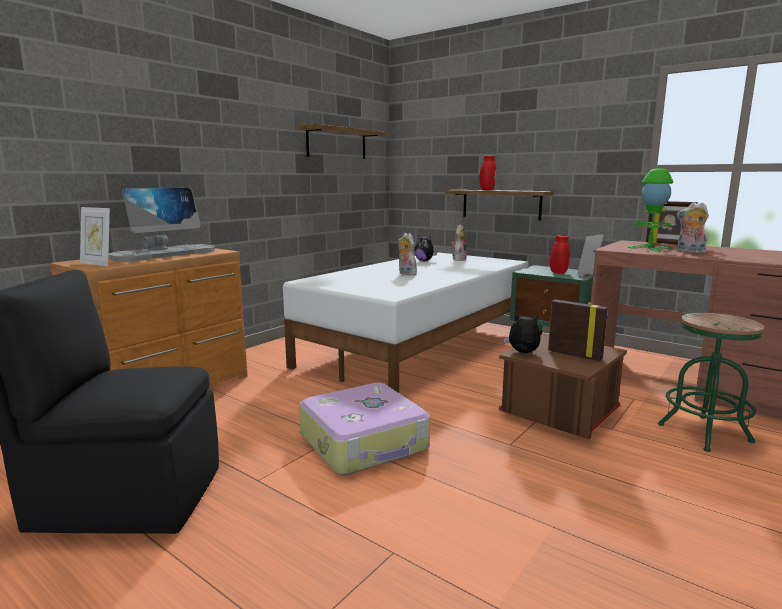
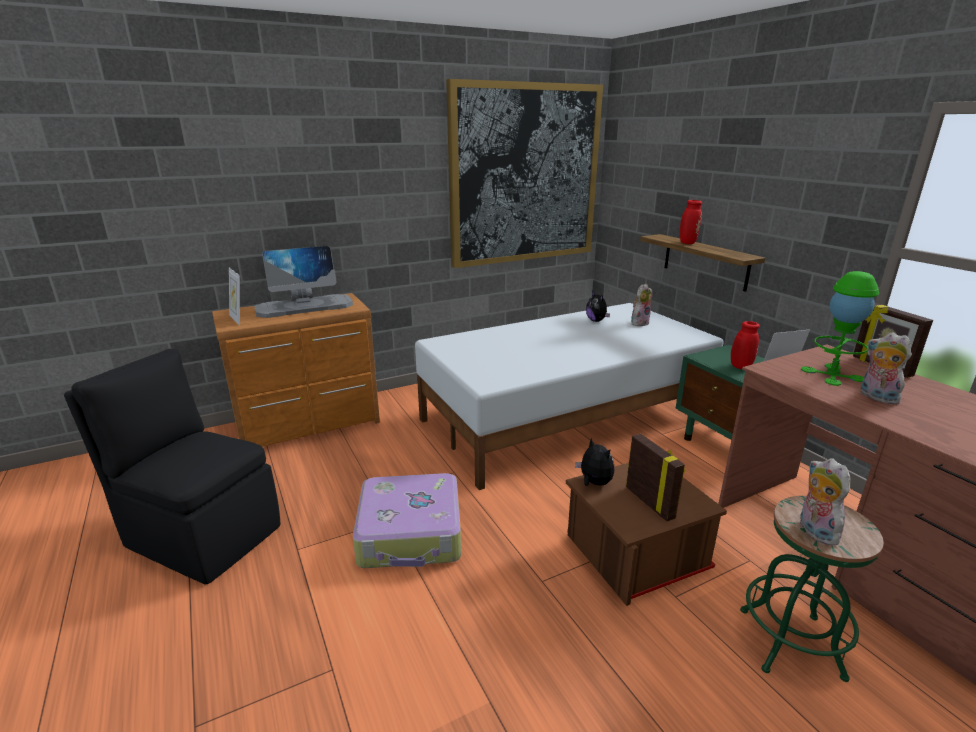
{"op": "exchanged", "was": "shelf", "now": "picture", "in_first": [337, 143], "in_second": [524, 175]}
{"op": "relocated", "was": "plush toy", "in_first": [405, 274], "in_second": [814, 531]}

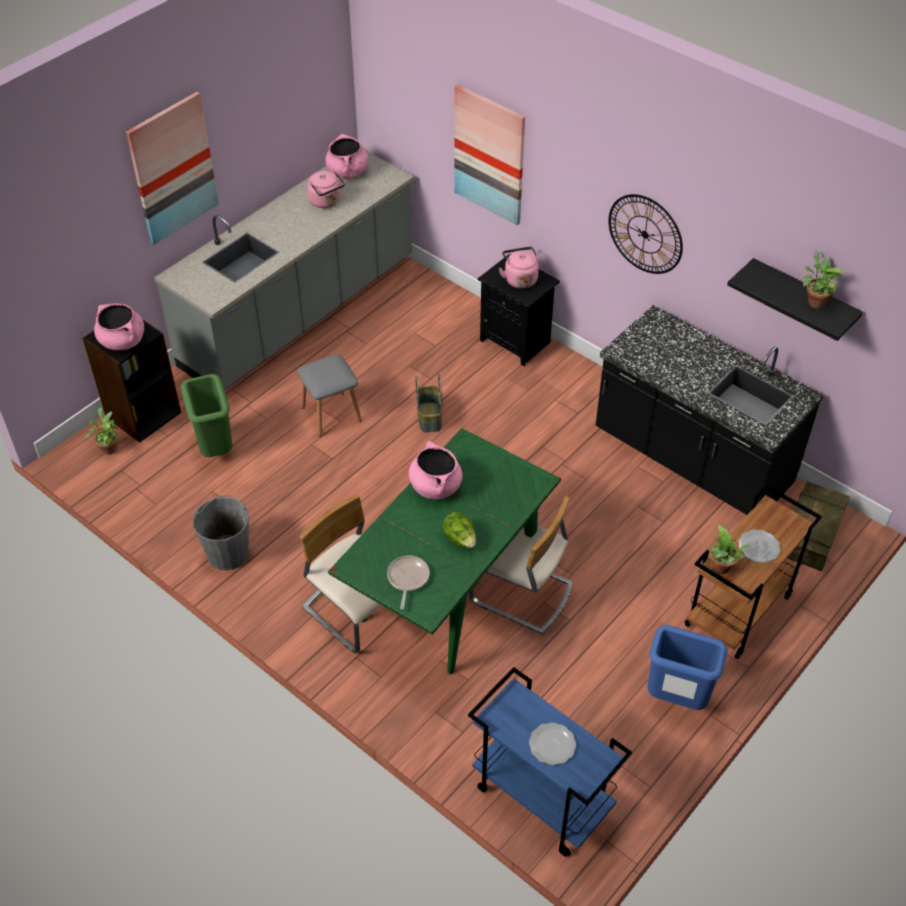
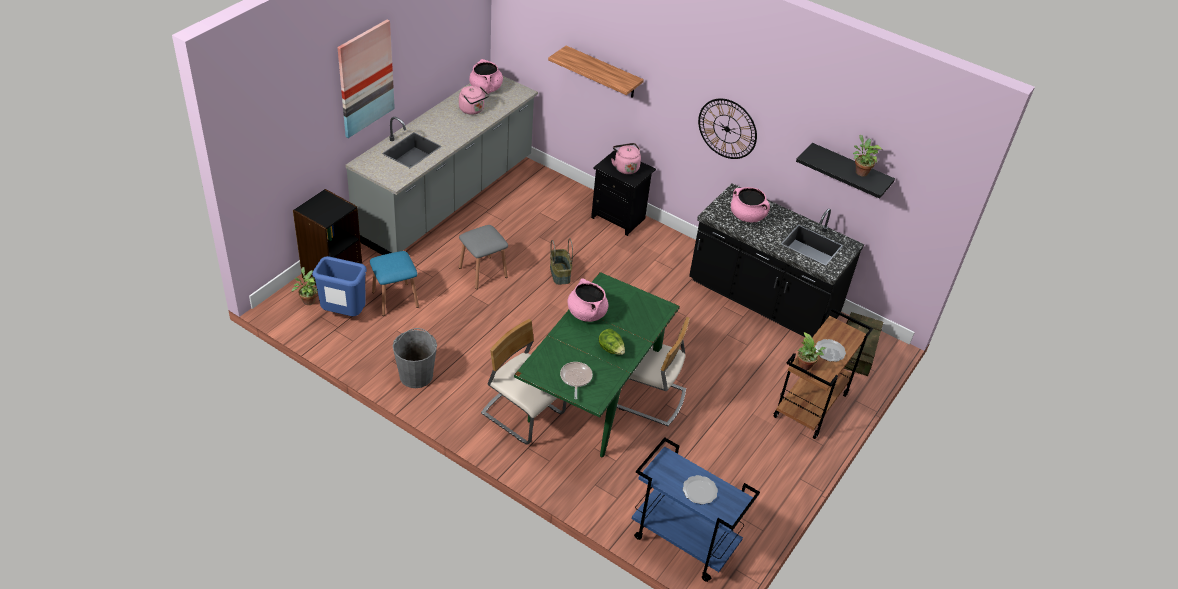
{"op": "relocated", "was": "blue trash can", "in_first": [676, 699], "in_second": [343, 315]}
{"op": "exchanged", "was": "green trash can", "now": "blue stool", "in_first": [216, 448], "in_second": [395, 299]}
{"op": "exchanged", "was": "picture", "now": "shelf", "in_first": [489, 155], "in_second": [603, 72]}
{"op": "relocated", "was": "pink cooking pot", "in_first": [123, 341], "in_second": [747, 216]}

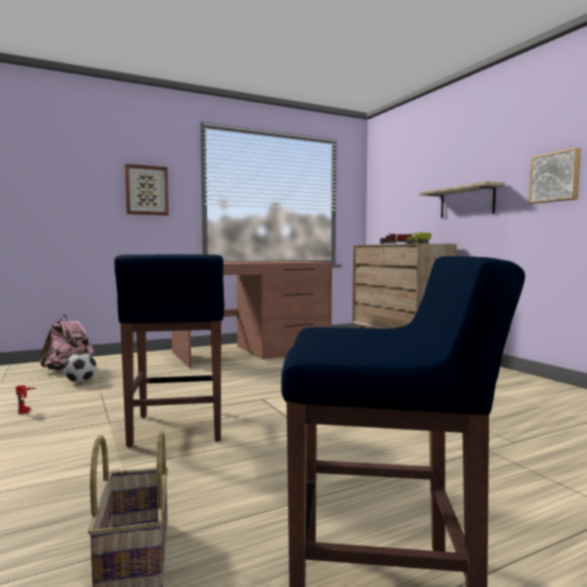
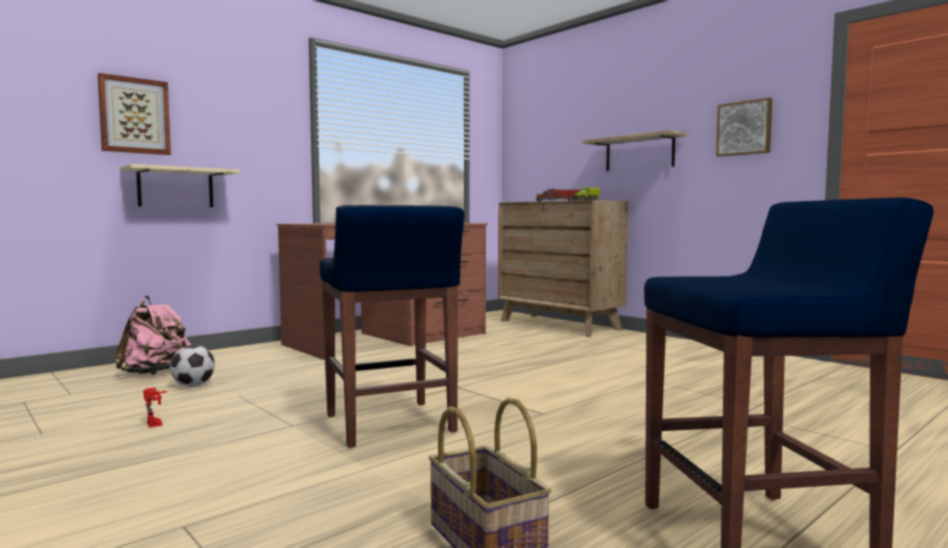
{"op": "relocated", "was": "picture", "in_first": [146, 190], "in_second": [134, 116]}
{"op": "appeared", "now": "beige shelf", "in_second": [176, 188]}

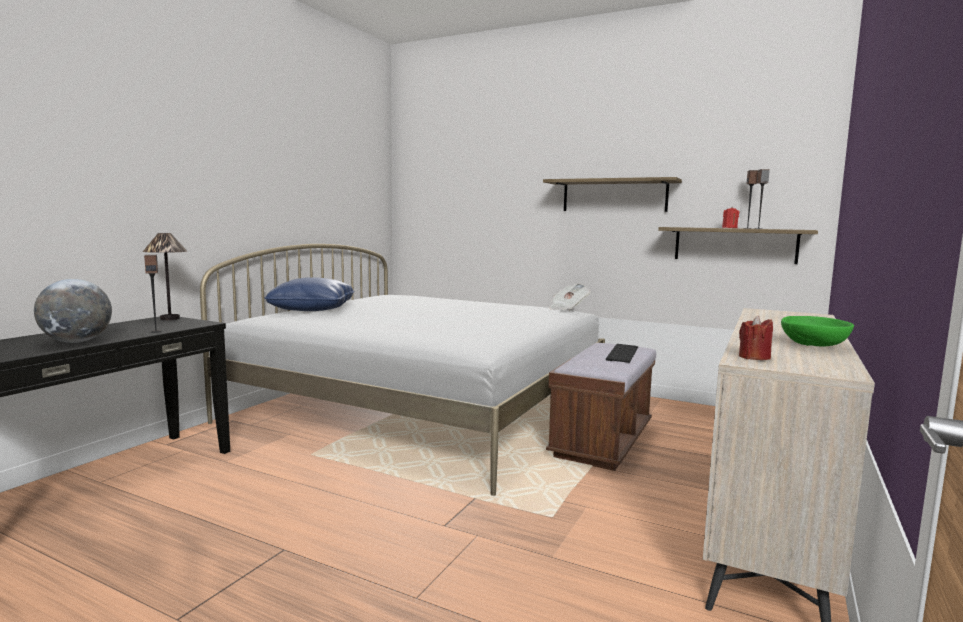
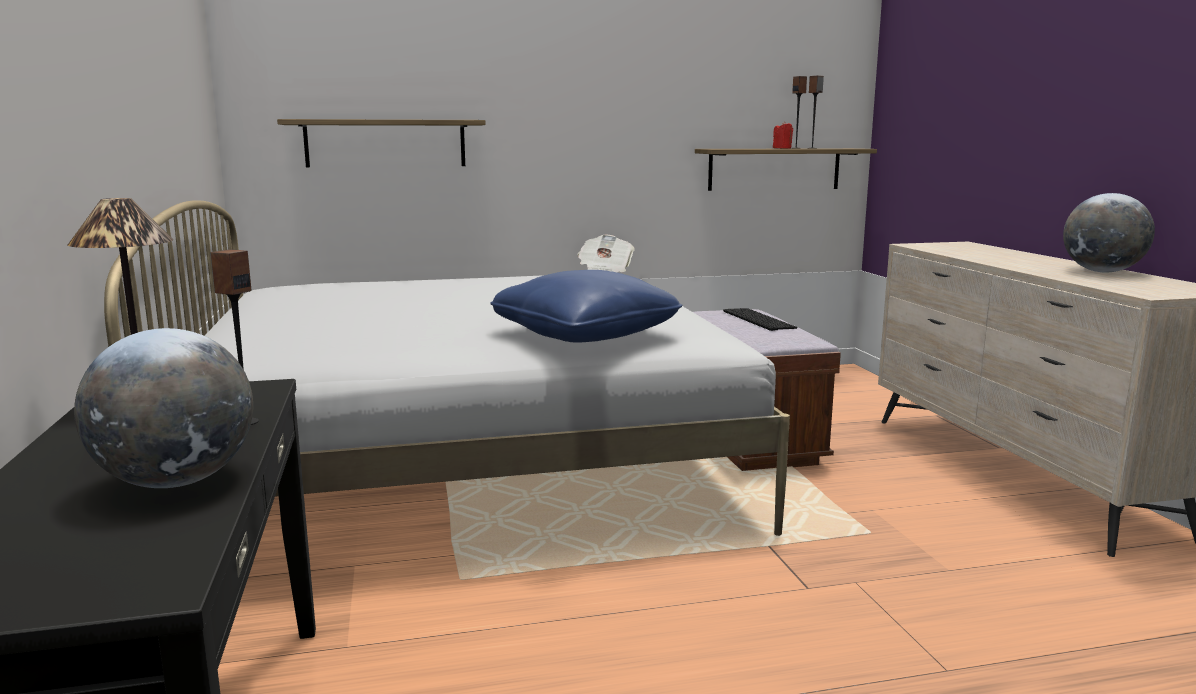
{"op": "relocated", "was": "shelf", "in_first": [614, 196], "in_second": [385, 143]}
{"op": "relocated", "was": "blue pillow", "in_first": [312, 309], "in_second": [585, 335]}
{"op": "exchanged", "was": "green bowl", "now": "globe", "in_first": [813, 345], "in_second": [1102, 271]}
{"op": "missing", "was": "red candle", "in_first": [754, 357]}

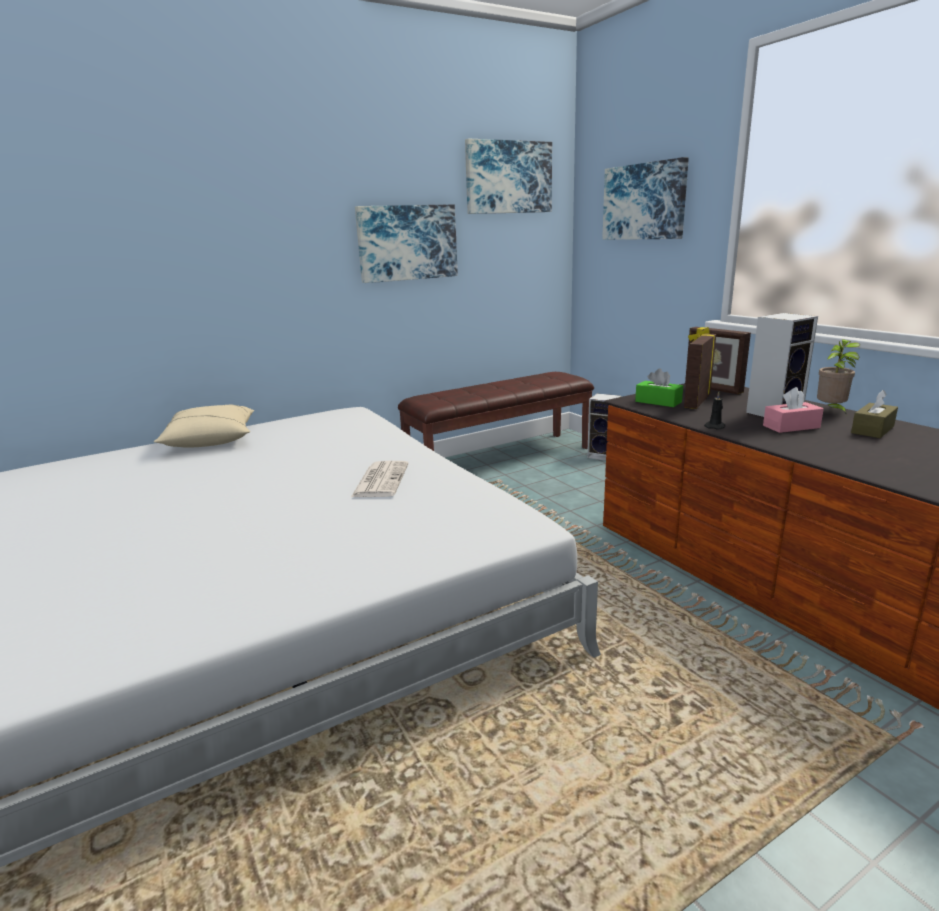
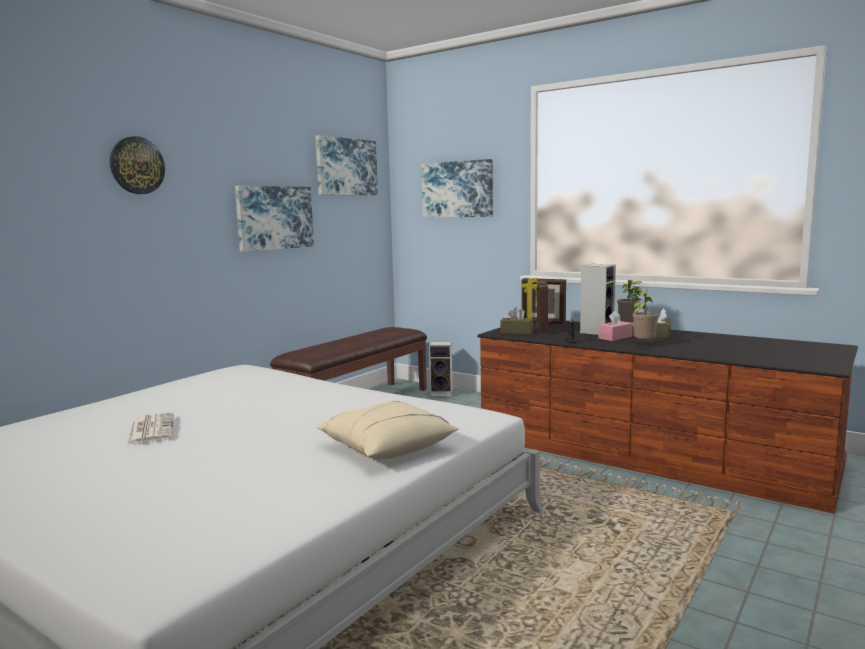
{"op": "appeared", "now": "wall clock", "in_second": [137, 165]}
{"op": "relocated", "was": "newspaper", "in_first": [380, 480], "in_second": [151, 430]}
{"op": "relocated", "was": "beige pillow", "in_first": [211, 440], "in_second": [386, 447]}
{"op": "colour", "was": "green tissue box", "now": "brown tissue box", "in_first": [658, 402], "in_second": [516, 332]}
{"op": "appeared", "now": "potted plant", "in_second": [643, 345]}

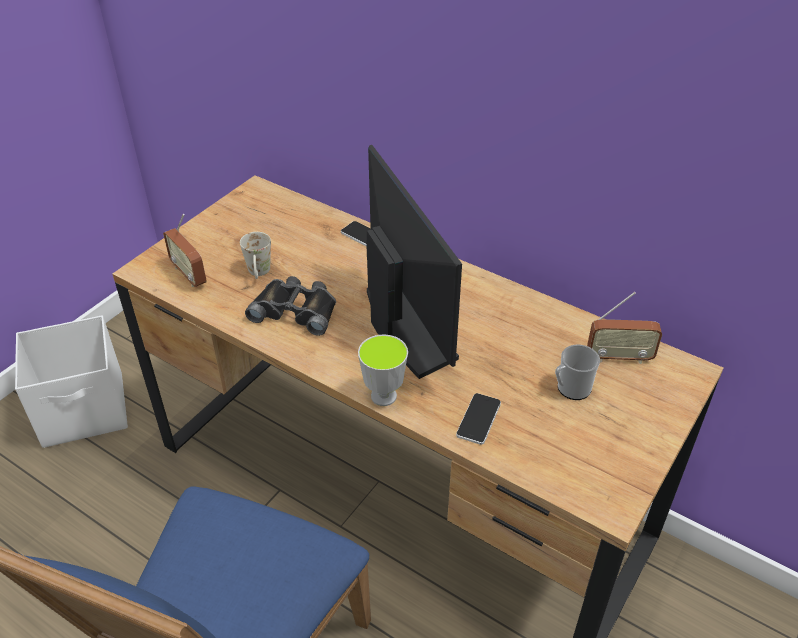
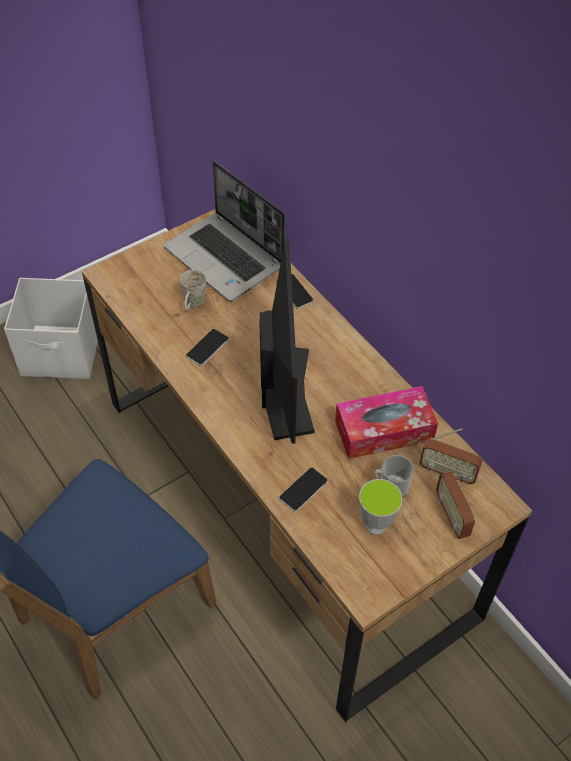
{"op": "appeared", "now": "laptop", "in_second": [226, 258]}
{"op": "exchanged", "was": "black binoculars", "now": "phone", "in_first": [296, 310], "in_second": [207, 348]}
{"op": "appeared", "now": "tissue box", "in_second": [384, 430]}
{"op": "relocated", "was": "cup", "in_first": [383, 396], "in_second": [375, 525]}
{"op": "relocated", "was": "radio", "in_first": [189, 274], "in_second": [452, 516]}

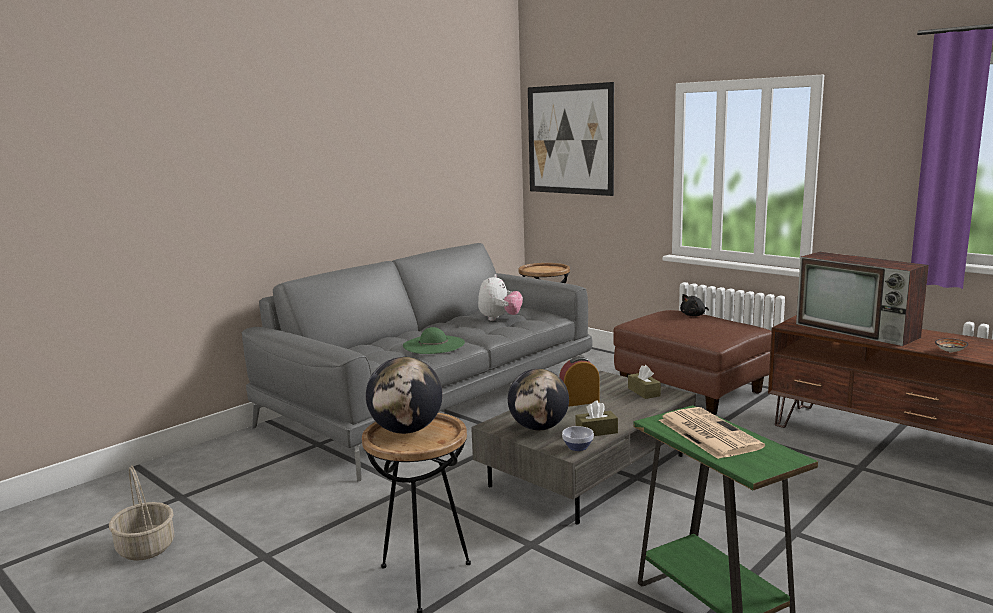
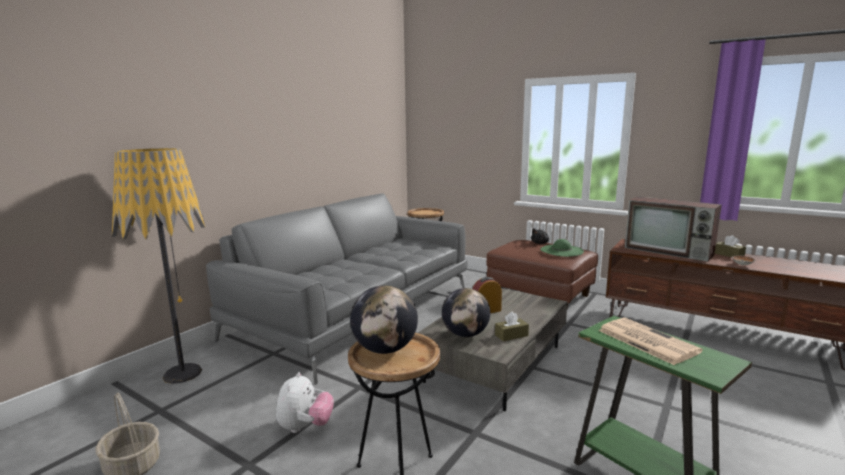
{"op": "appeared", "now": "floor lamp", "in_second": [182, 373]}
{"op": "relocated", "was": "plush toy", "in_first": [499, 319], "in_second": [305, 427]}
{"op": "relocated", "was": "green hat", "in_first": [433, 344], "in_second": [561, 250]}
{"op": "relocated", "was": "brown tissue box", "in_first": [644, 392], "in_second": [728, 255]}
{"op": "missing", "was": "picture", "in_first": [569, 140]}
{"op": "missing", "was": "bowl", "in_first": [578, 447]}

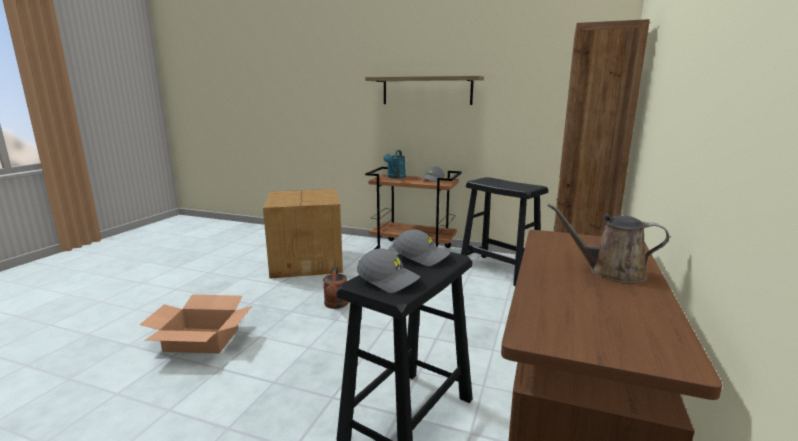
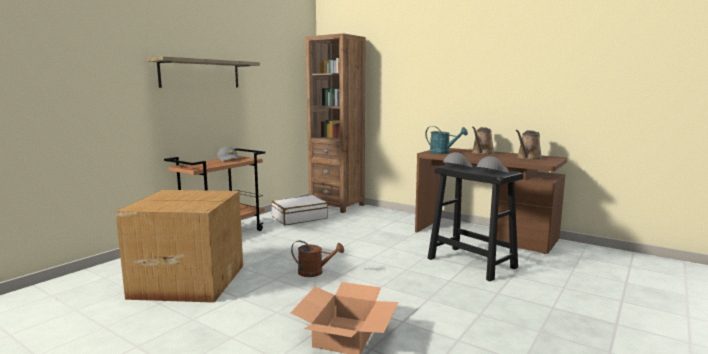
{"op": "exchanged", "was": "black stool", "now": "white suitcase", "in_first": [499, 269], "in_second": [299, 217]}
{"op": "relocated", "was": "turquoise watering can", "in_first": [395, 177], "in_second": [443, 153]}
{"op": "appeared", "now": "brown watering can", "in_second": [528, 158]}

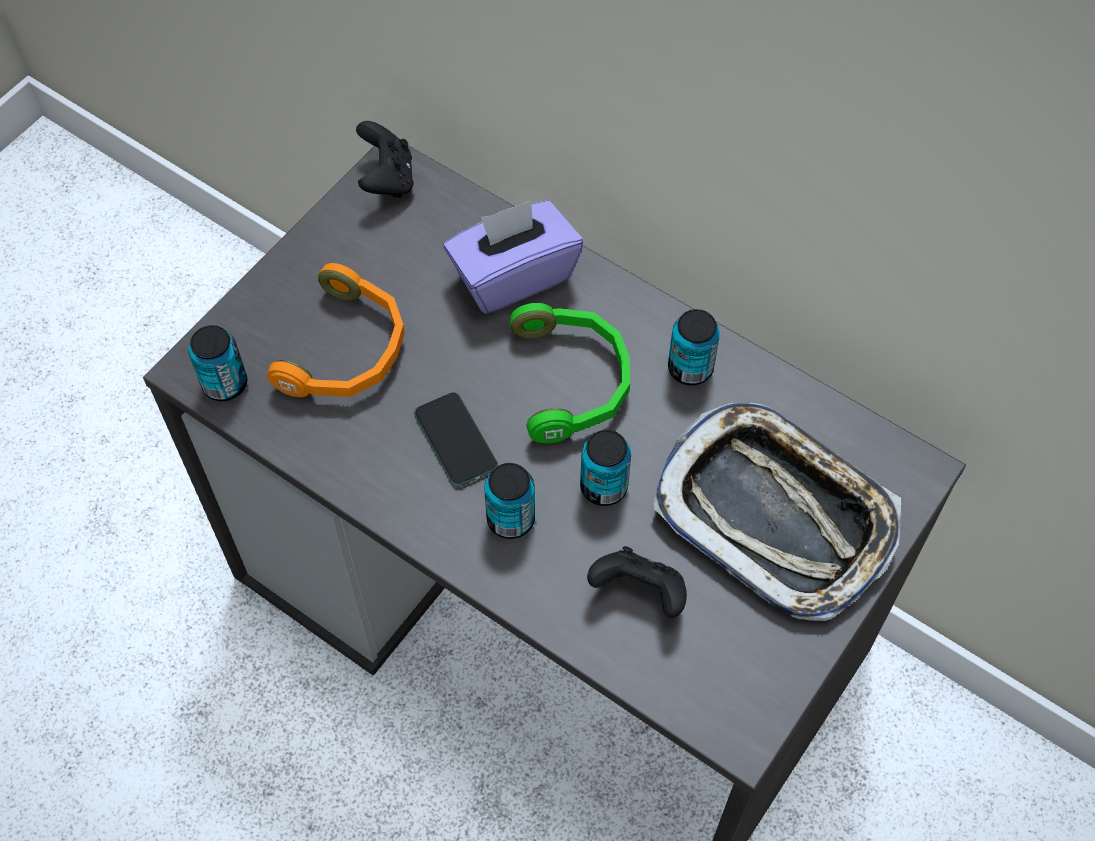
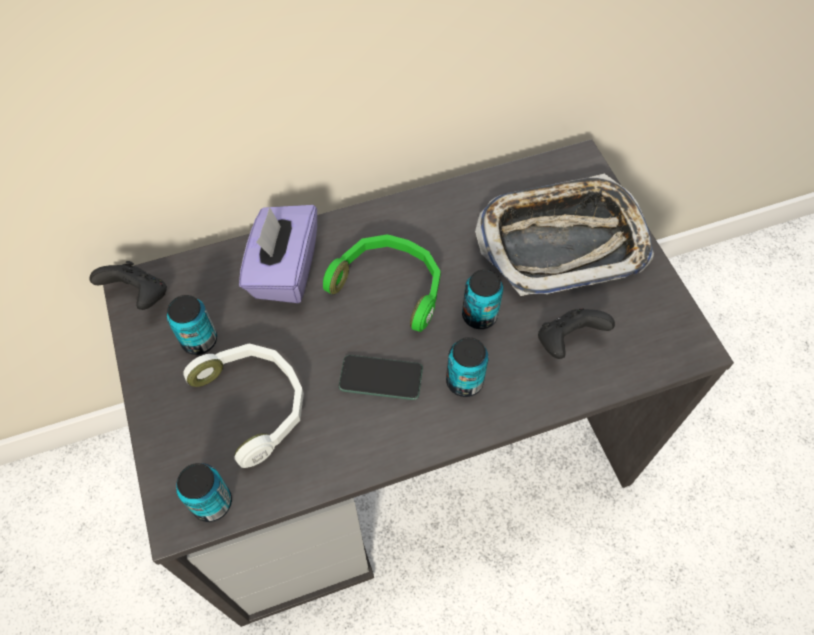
{"op": "relocated", "was": "can", "in_first": [690, 368], "in_second": [199, 340]}
{"op": "colour", "was": "orange headphones", "now": "white headphones", "in_first": [347, 351], "in_second": [255, 403]}

